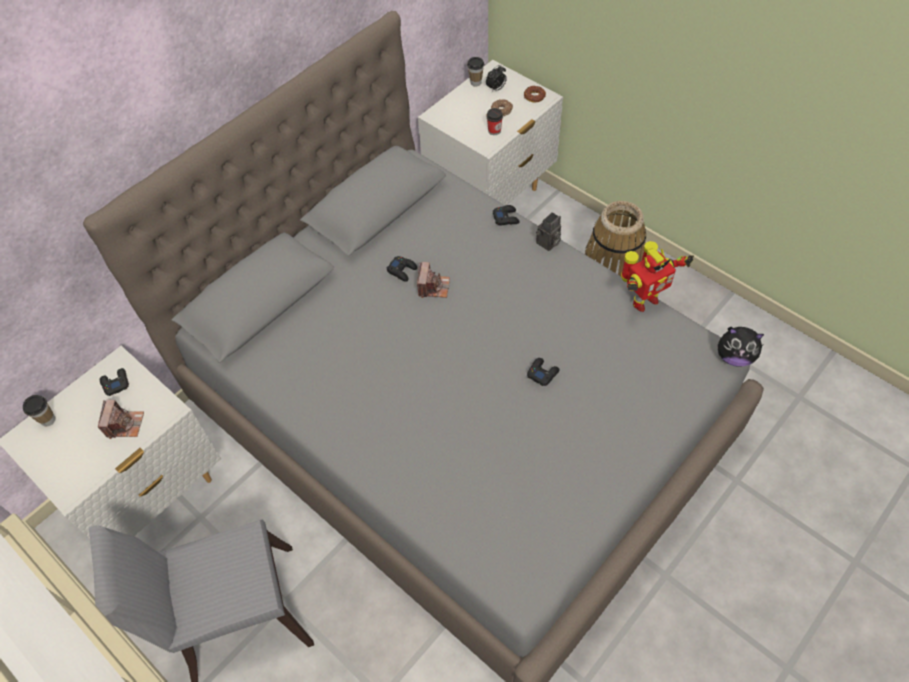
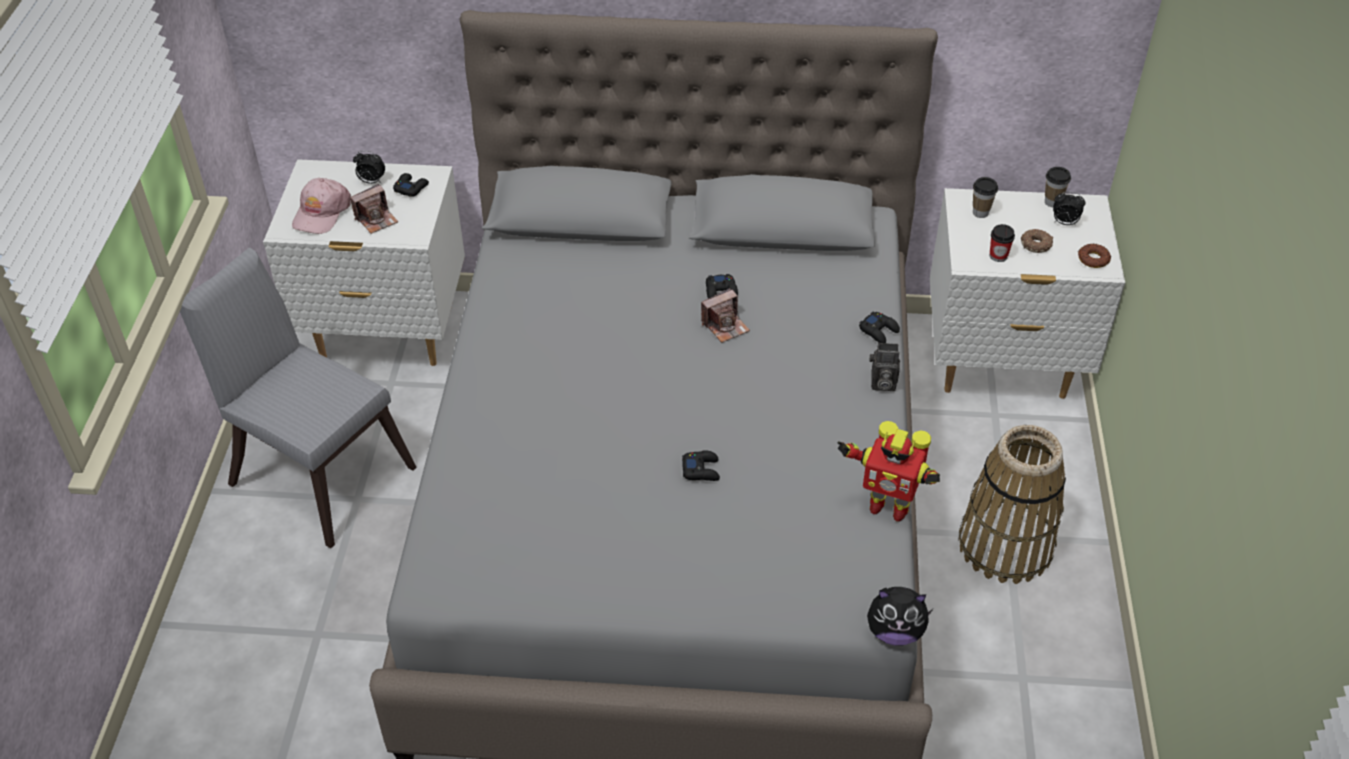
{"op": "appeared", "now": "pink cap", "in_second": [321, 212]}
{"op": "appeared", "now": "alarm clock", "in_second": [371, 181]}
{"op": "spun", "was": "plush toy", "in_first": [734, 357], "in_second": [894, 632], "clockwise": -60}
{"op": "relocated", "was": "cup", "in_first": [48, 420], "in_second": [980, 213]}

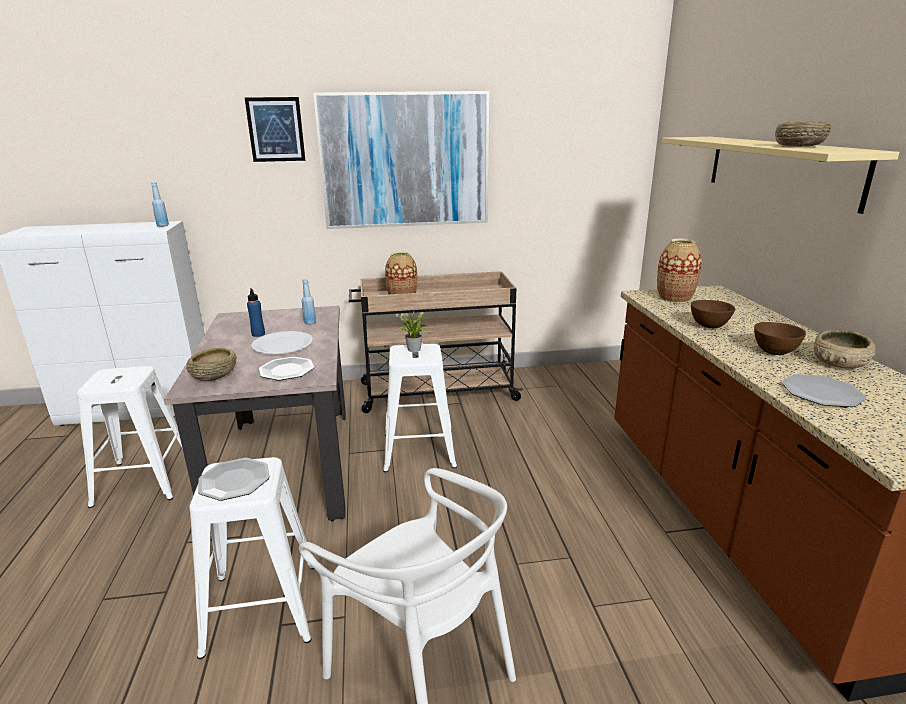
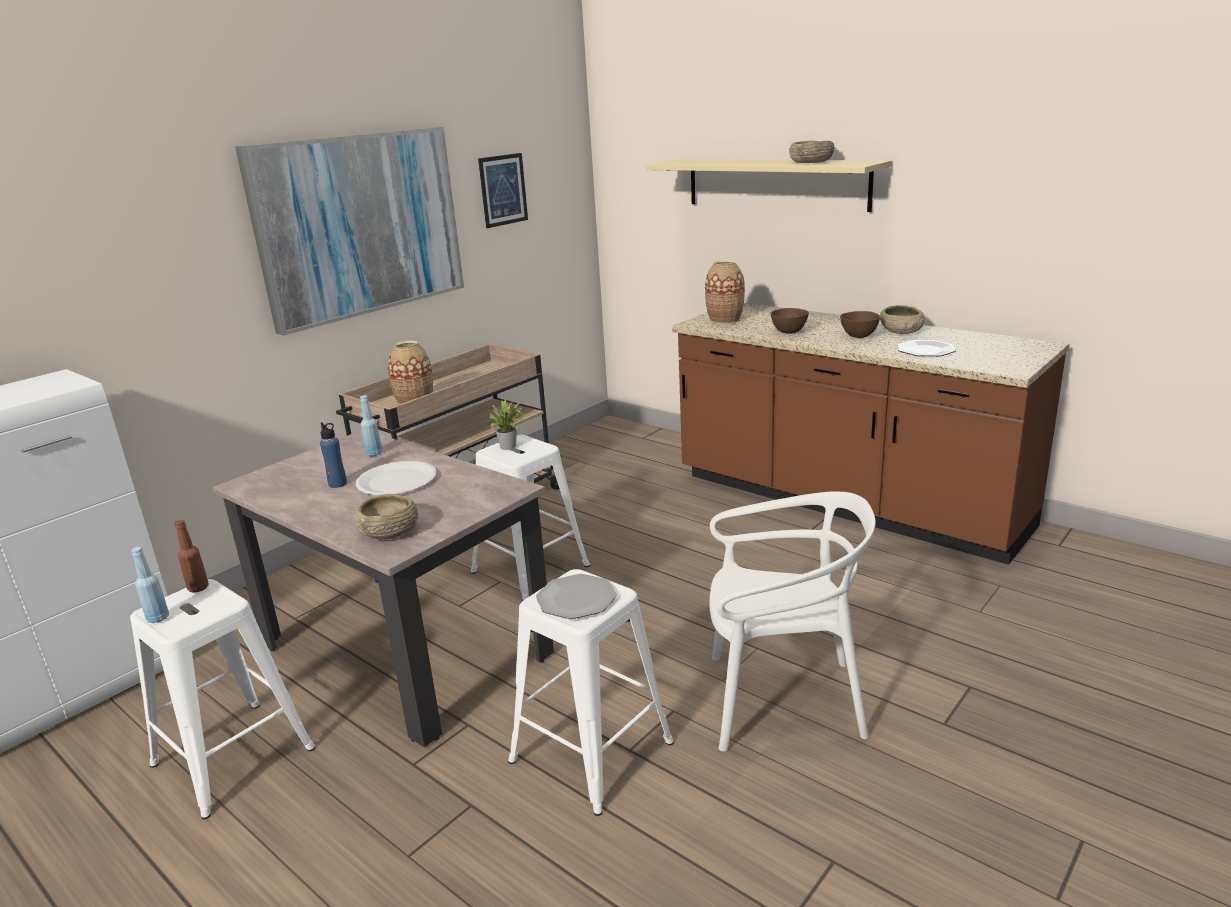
{"op": "relocated", "was": "blue bottle", "in_first": [162, 226], "in_second": [158, 618]}
{"op": "appeared", "now": "brown bottle", "in_second": [198, 588]}
{"op": "relocated", "was": "picture", "in_first": [275, 129], "in_second": [503, 190]}
{"op": "missing", "was": "plate", "in_first": [287, 370]}

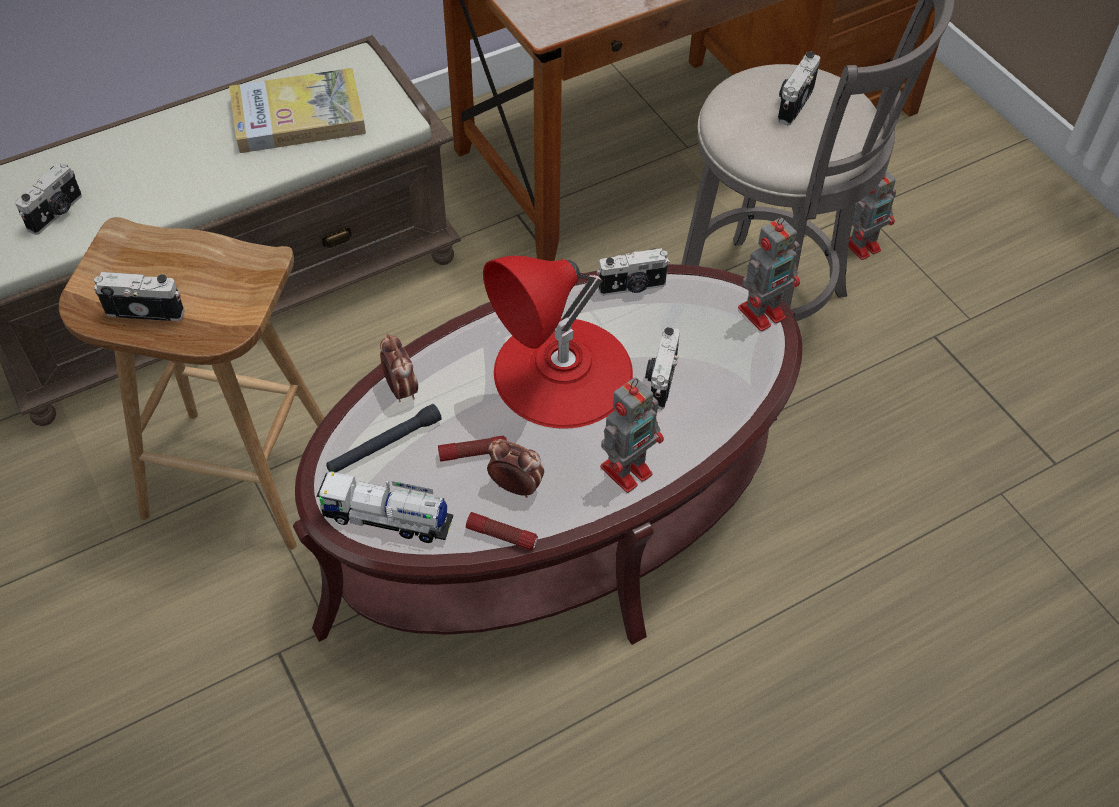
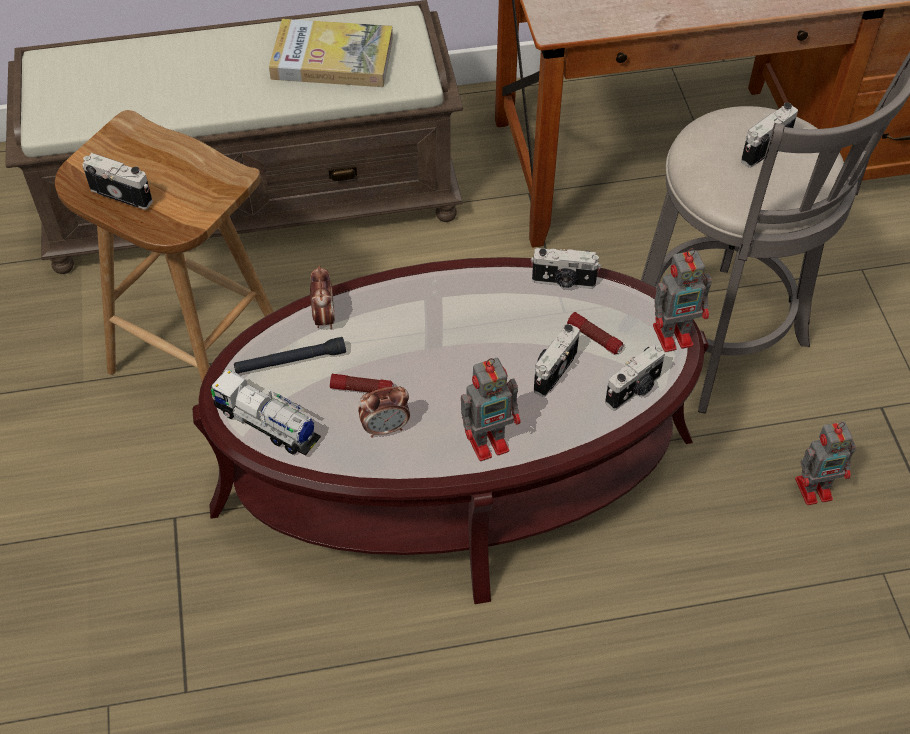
{"op": "spun", "was": "alarm clock", "in_first": [515, 487], "in_second": [385, 428], "clockwise": 120}
{"op": "relocated", "was": "flashlight", "in_first": [502, 536], "in_second": [595, 338]}
{"op": "relocated", "was": "photo camera", "in_first": [57, 213], "in_second": [634, 390]}
{"op": "relocated", "was": "toy robot", "in_first": [863, 245], "in_second": [815, 488]}
{"op": "missing", "was": "red table lamp", "in_first": [563, 372]}

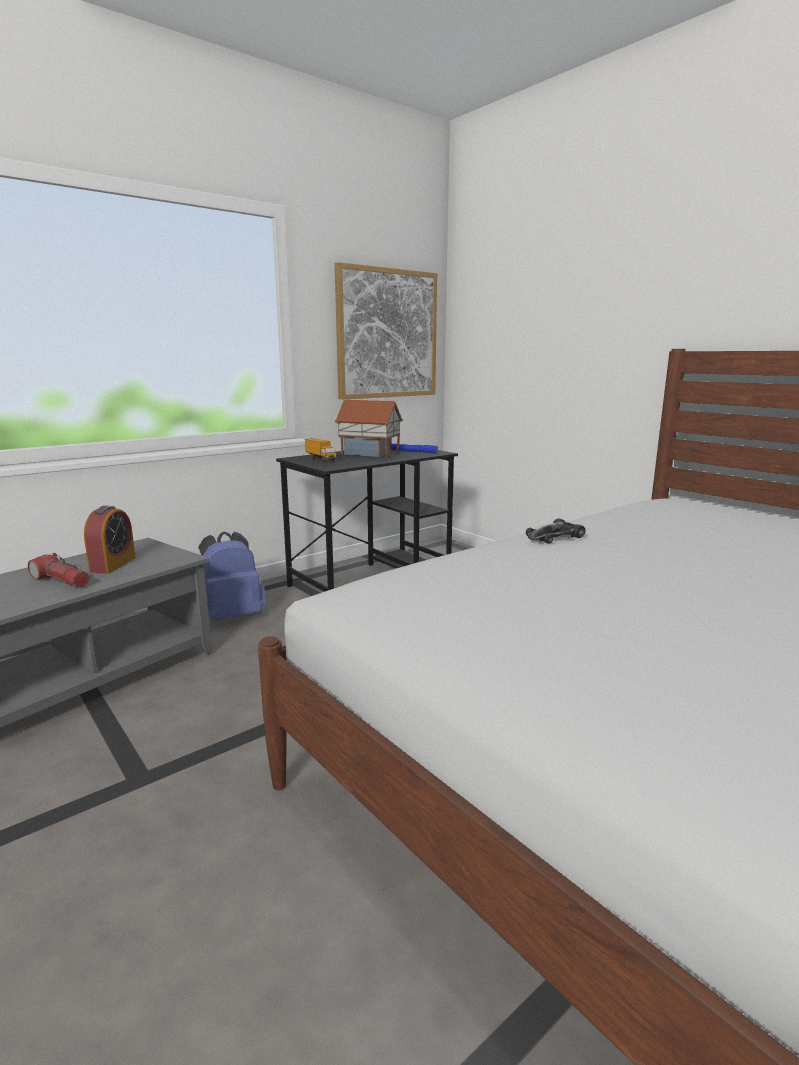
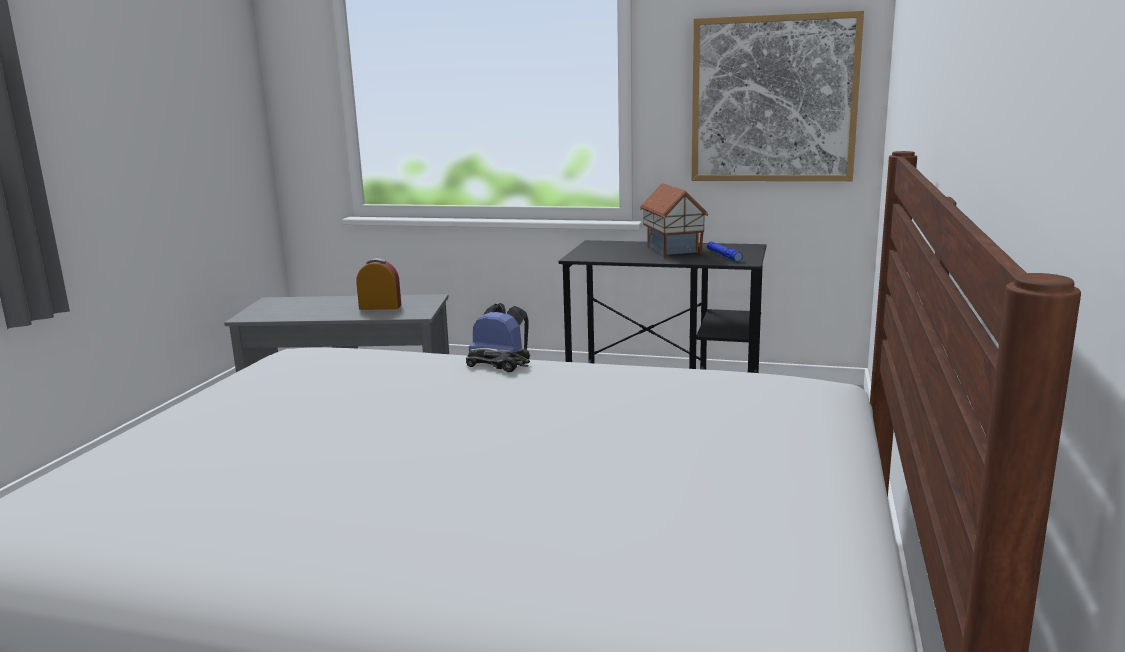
{"op": "spun", "was": "alarm clock", "in_first": [113, 564], "in_second": [380, 307], "clockwise": -150}
{"op": "missing", "was": "flashlight", "in_first": [61, 581]}
{"op": "missing", "was": "toy truck", "in_first": [321, 459]}

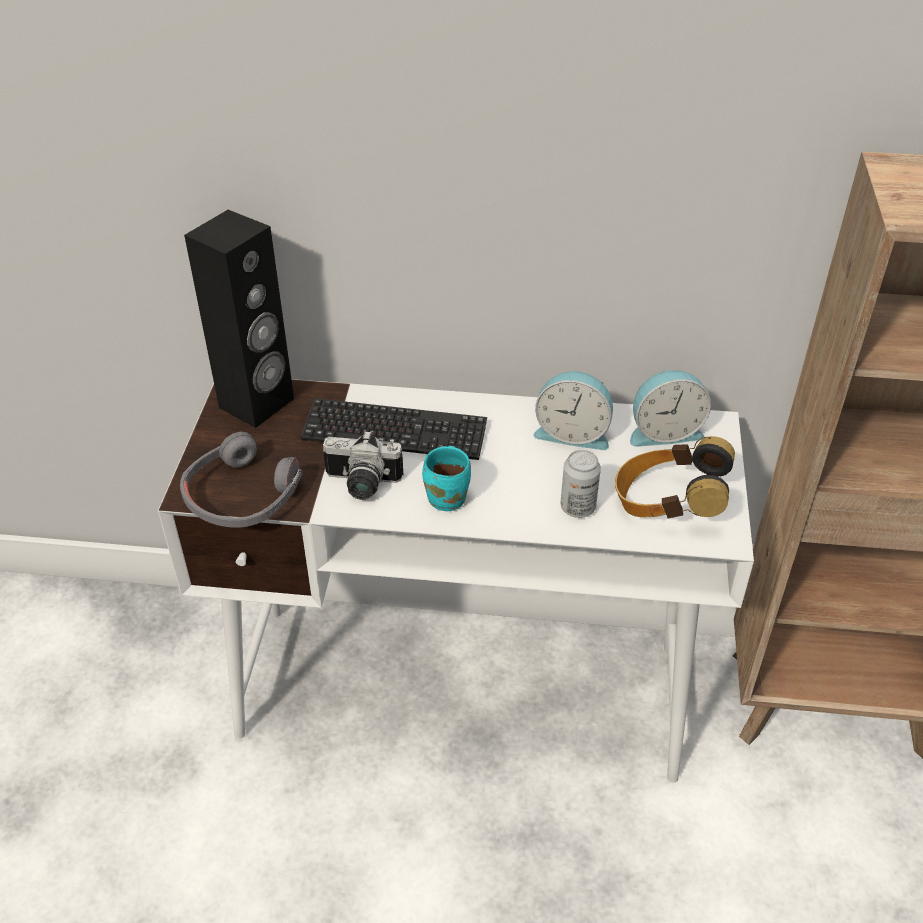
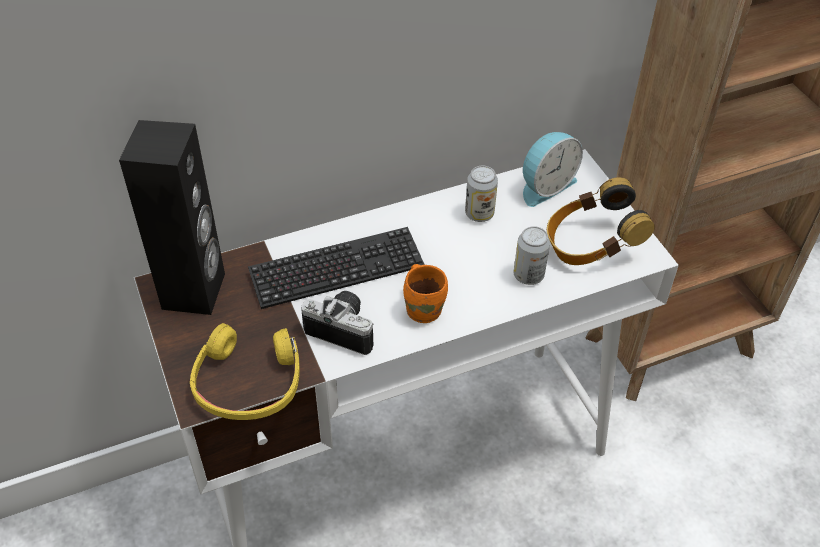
{"op": "colour", "was": "grey headphones", "now": "yellow headphones", "in_first": [242, 496], "in_second": [248, 382]}
{"op": "spun", "was": "photo camera", "in_first": [361, 485], "in_second": [344, 328], "clockwise": -135}
{"op": "colour", "was": "turquoise mug", "now": "orange mug", "in_first": [449, 497], "in_second": [425, 309]}
{"op": "exchanged", "was": "alarm clock", "now": "can", "in_first": [573, 433], "in_second": [479, 214]}

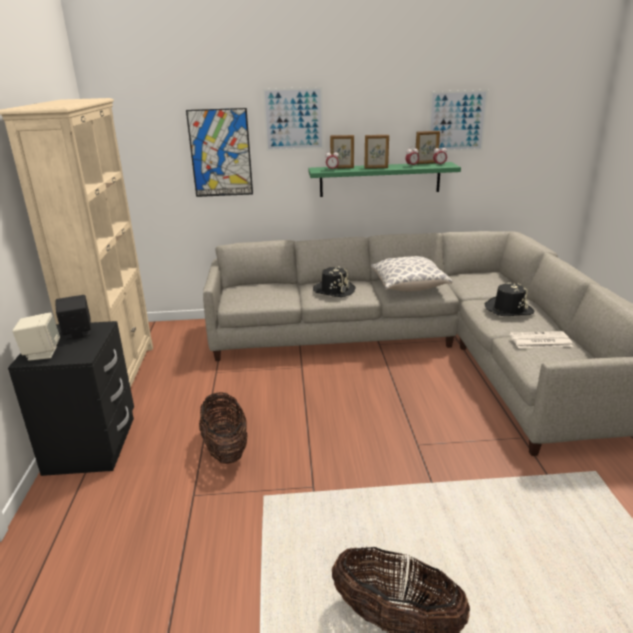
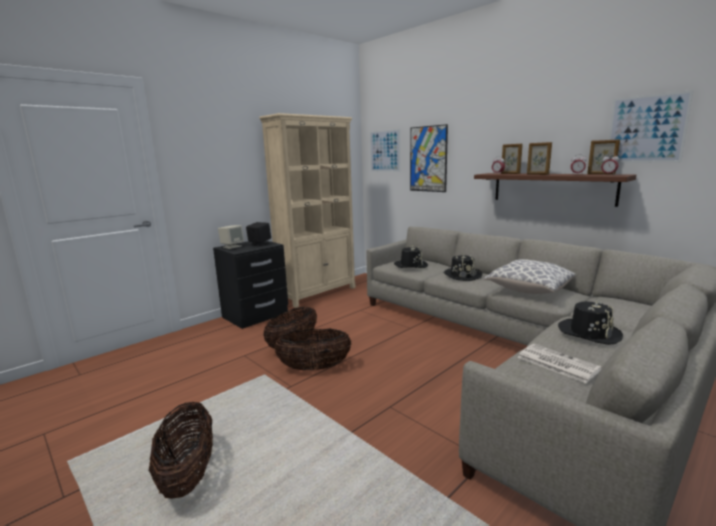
{"op": "appeared", "now": "basket", "in_second": [314, 368]}
{"op": "relocated", "was": "picture", "in_first": [293, 119], "in_second": [384, 151]}
{"op": "appeared", "now": "black hat", "in_second": [411, 265]}
{"op": "colour", "was": "green shelf", "now": "brown shelf", "in_first": [380, 179], "in_second": [552, 188]}

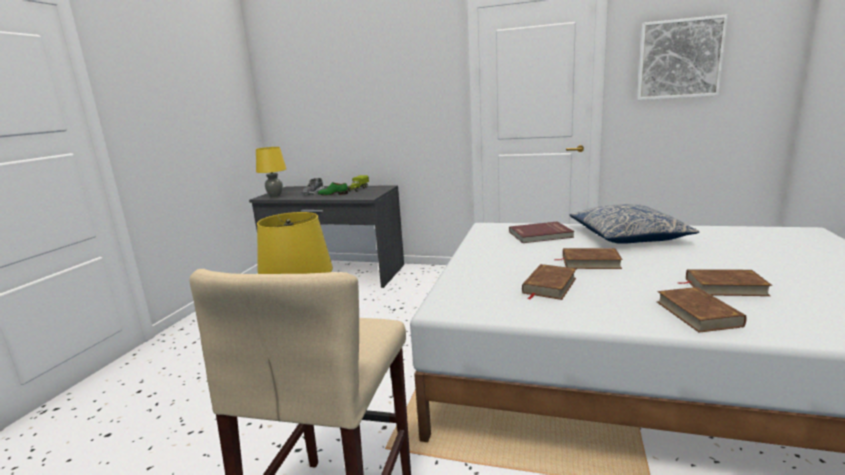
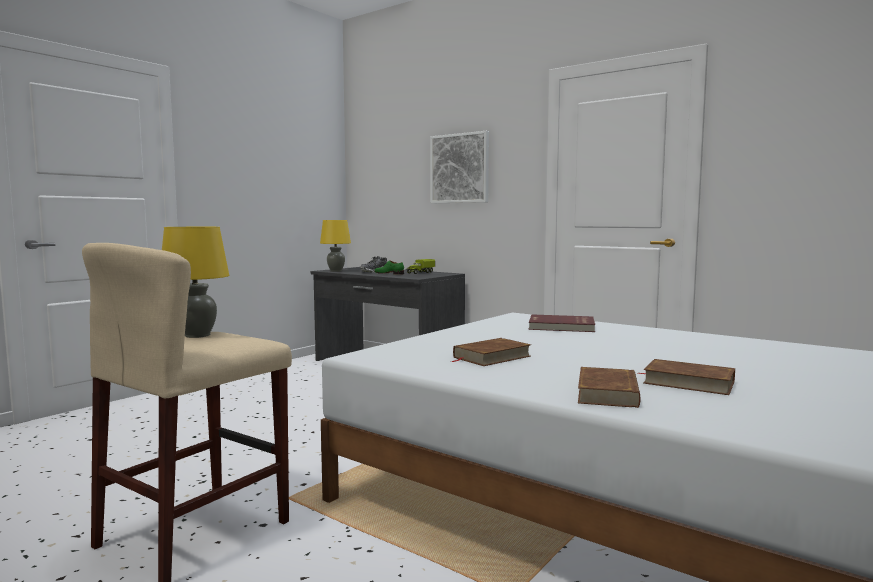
{"op": "relocated", "was": "picture", "in_first": [679, 59], "in_second": [460, 168]}
{"op": "missing", "was": "brown book", "in_first": [590, 262]}
{"op": "missing", "was": "pillow", "in_first": [627, 236]}

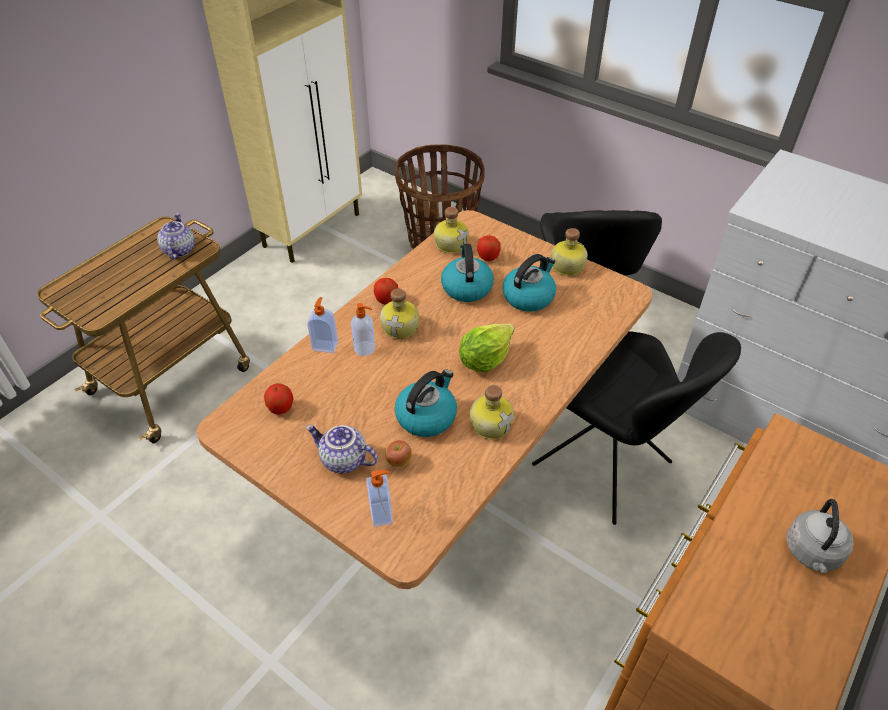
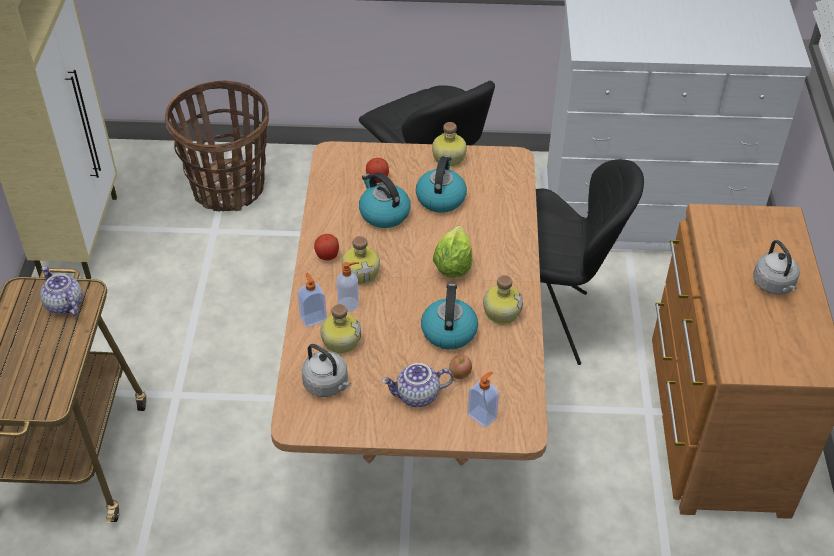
{"op": "exchanged", "was": "apple", "now": "grey kettle", "in_first": [281, 408], "in_second": [327, 385]}
{"op": "relocated", "was": "bottle", "in_first": [451, 244], "in_second": [340, 340]}

